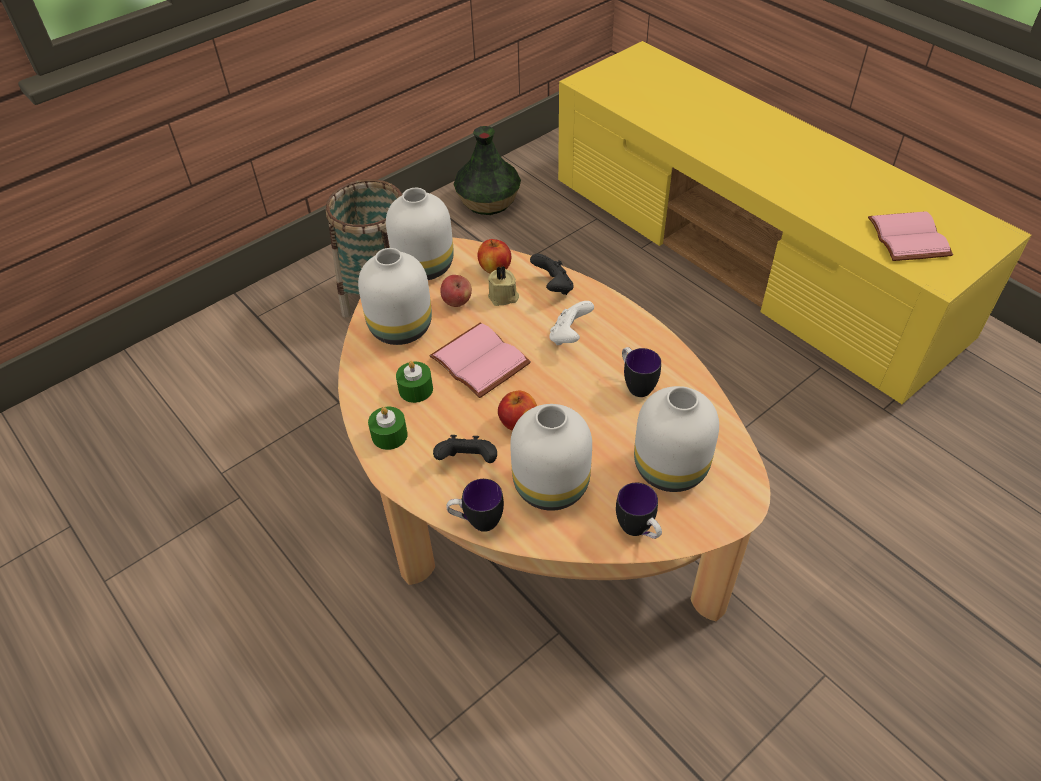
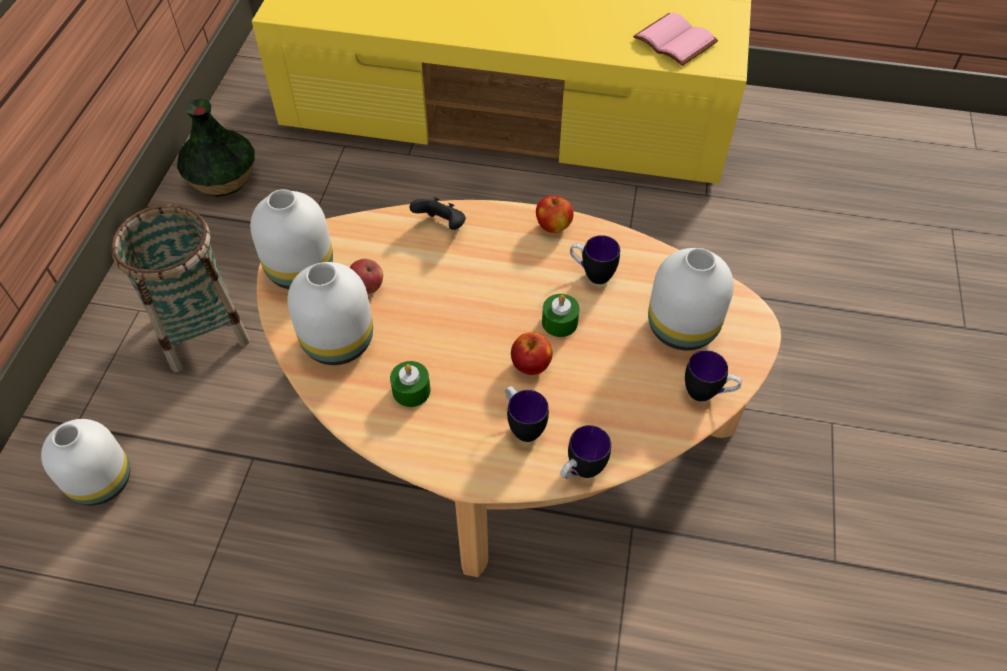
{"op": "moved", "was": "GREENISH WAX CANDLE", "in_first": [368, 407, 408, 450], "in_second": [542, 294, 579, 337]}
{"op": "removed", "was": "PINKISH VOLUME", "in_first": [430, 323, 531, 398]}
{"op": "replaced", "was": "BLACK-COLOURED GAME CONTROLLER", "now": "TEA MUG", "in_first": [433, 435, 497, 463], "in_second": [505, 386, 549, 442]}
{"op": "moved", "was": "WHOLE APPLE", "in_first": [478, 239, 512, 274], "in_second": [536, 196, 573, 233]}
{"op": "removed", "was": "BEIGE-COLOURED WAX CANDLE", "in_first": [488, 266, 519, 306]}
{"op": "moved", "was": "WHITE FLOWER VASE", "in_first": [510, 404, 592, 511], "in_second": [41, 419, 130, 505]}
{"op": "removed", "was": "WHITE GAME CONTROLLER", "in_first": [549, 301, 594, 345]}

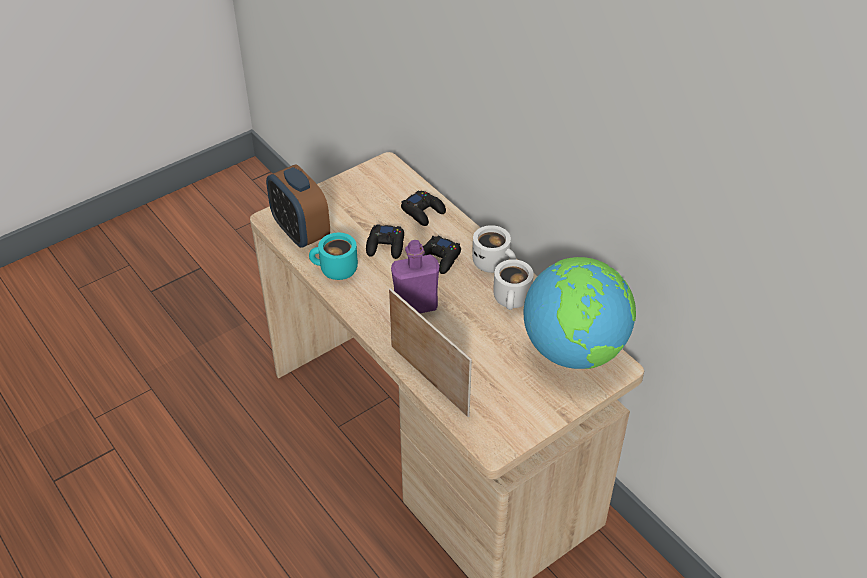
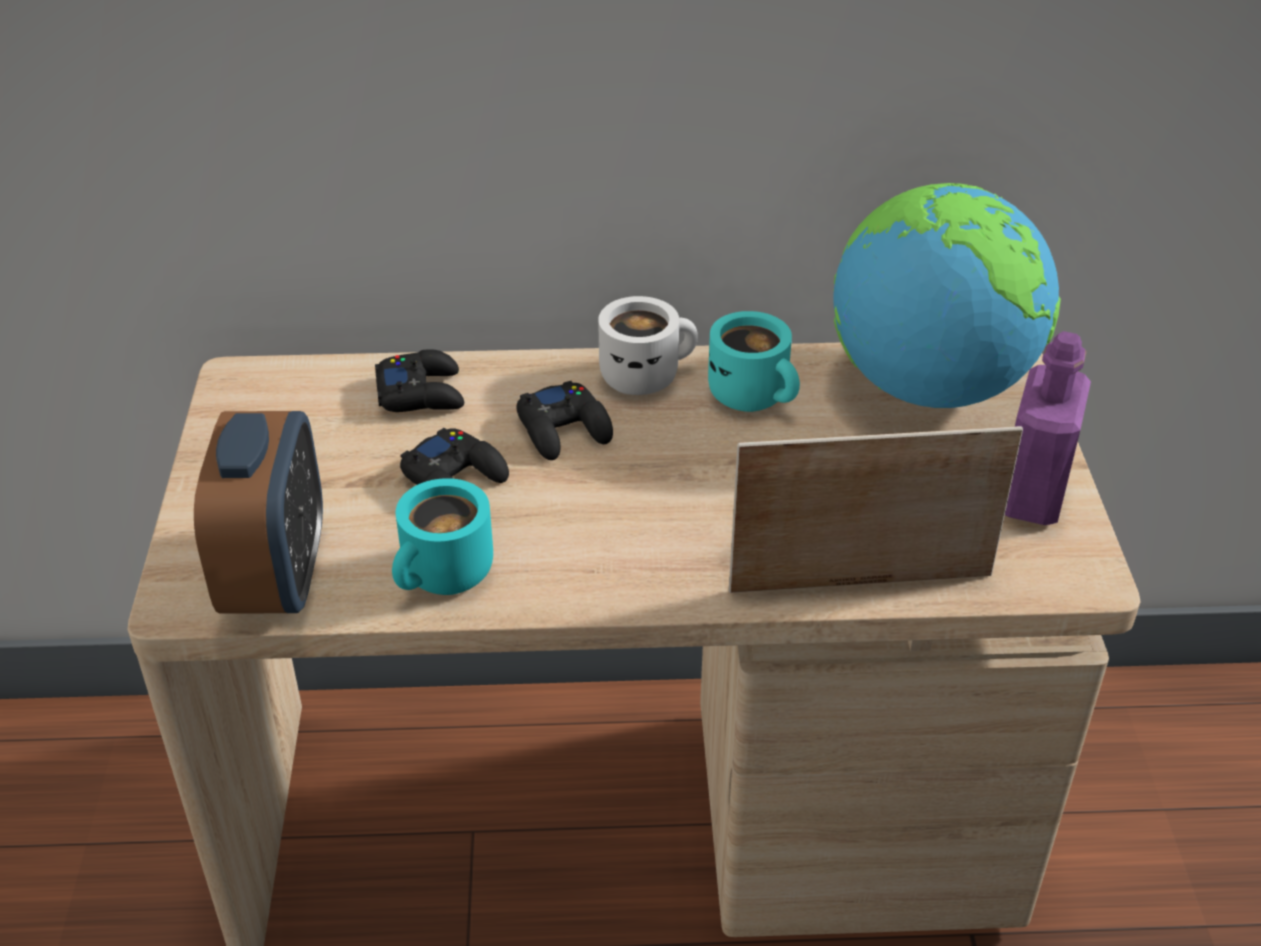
{"op": "turned", "was": "BEDSIDE CLOCK", "in_first": [266, 165, 330, 248], "in_second": [194, 411, 323, 613], "clockwise": -90}
{"op": "moved", "was": "PURPLE-COLOURED BOTTLE", "in_first": [391, 240, 439, 313], "in_second": [1005, 331, 1091, 525]}
{"op": "recoloured", "was": "WHITE TEA MUG", "now": "BLUE-GREEN TEA MUG", "in_first": [493, 259, 534, 310], "in_second": [708, 311, 800, 412]}

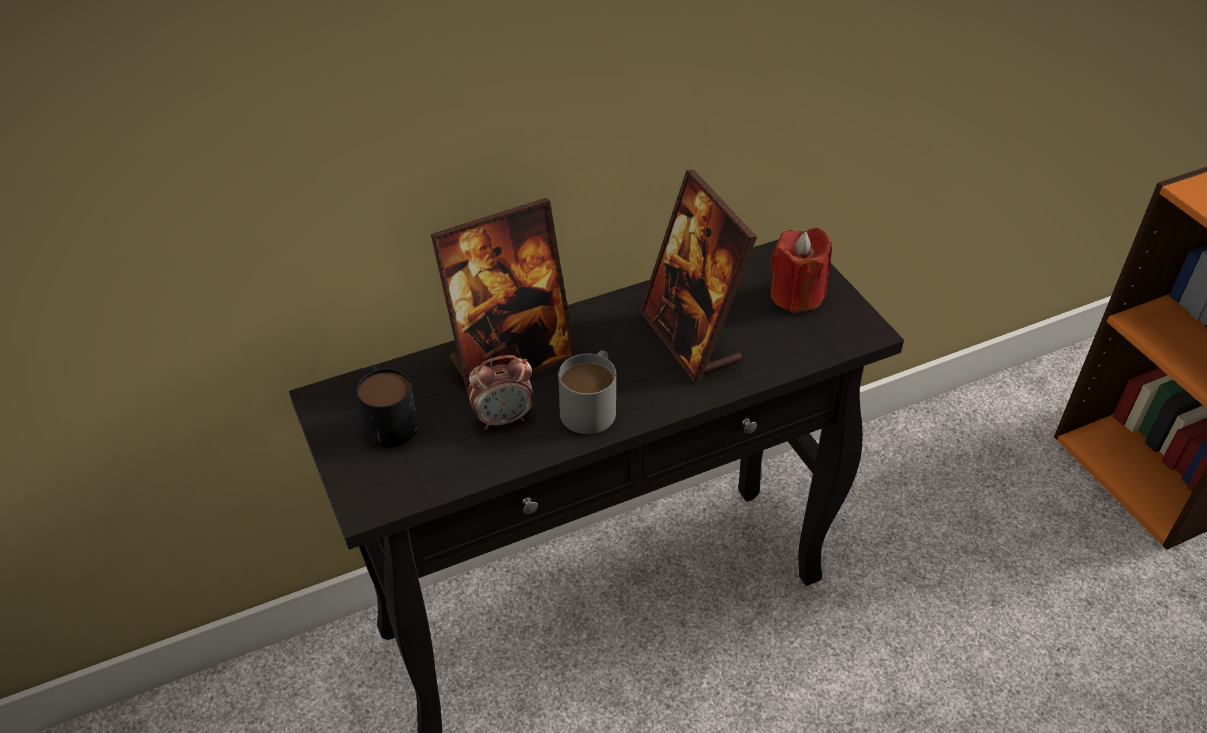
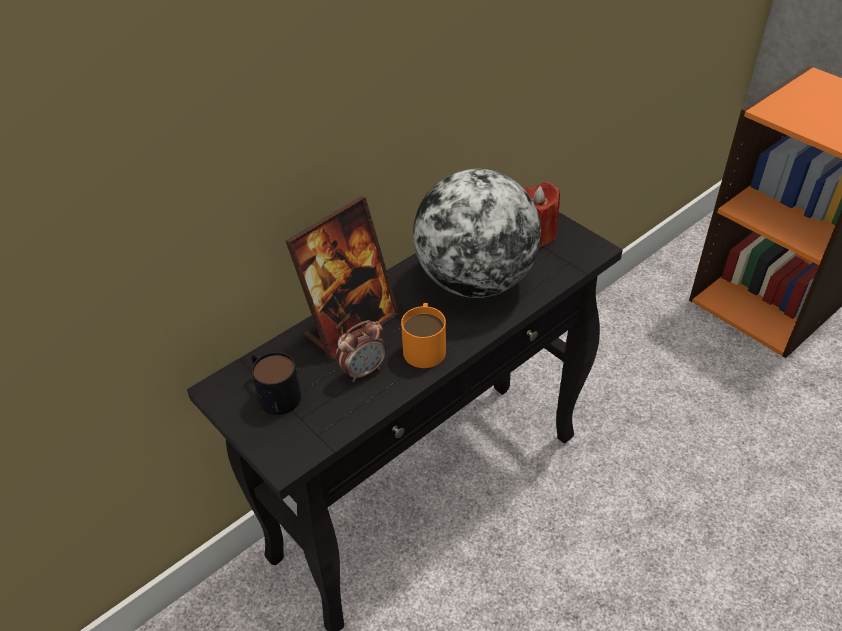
{"op": "recoloured", "was": "GRAY TEA MUG", "now": "ORANGE TEA MUG", "in_first": [558, 350, 616, 434], "in_second": [401, 303, 446, 368]}
{"op": "replaced", "was": "PHOTO FRAME", "now": "DESK GLOBE", "in_first": [639, 170, 757, 382], "in_second": [413, 169, 541, 298]}

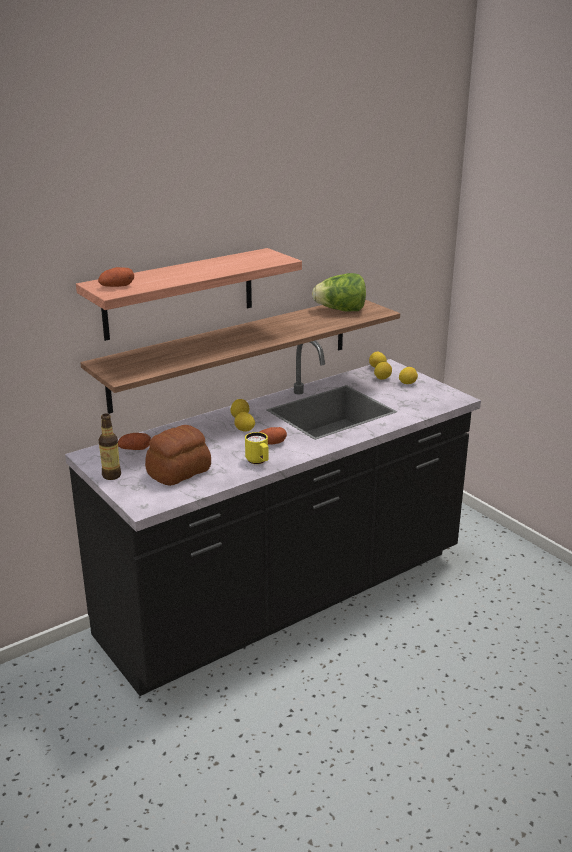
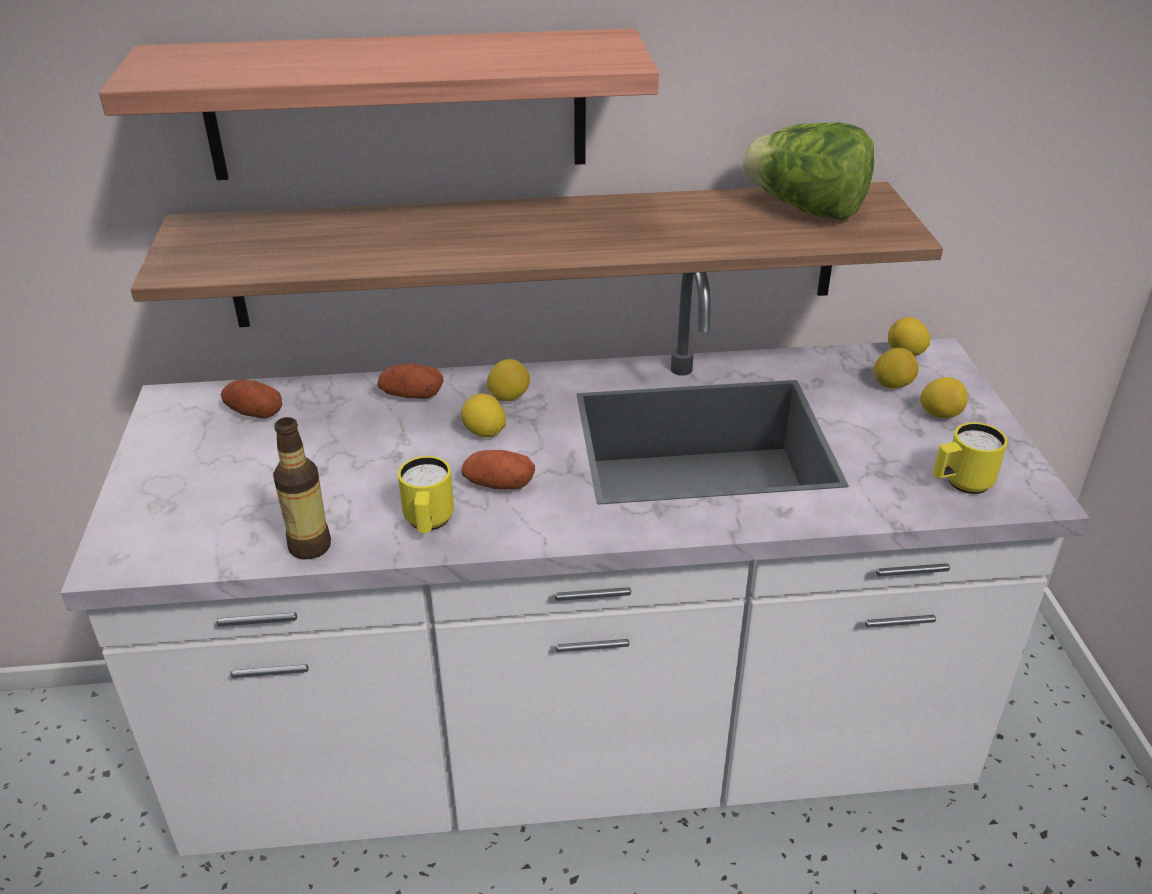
{"op": "recoloured", "was": "BLACK-COLOURED COUNTER", "now": "WHITE COUNTER", "in_first": [65, 340, 481, 696], "in_second": [61, 272, 1090, 856]}
{"op": "moved", "was": "WHOLE POTATO", "in_first": [98, 267, 134, 287], "in_second": [377, 364, 444, 399]}
{"op": "moved", "was": "BOTTLE", "in_first": [99, 413, 121, 480], "in_second": [273, 417, 331, 559]}
{"op": "removed", "was": "BAKED BREAD", "in_first": [145, 425, 211, 486]}
{"op": "added", "now": "YELLOW TEA MUG", "in_second": [933, 422, 1008, 494]}

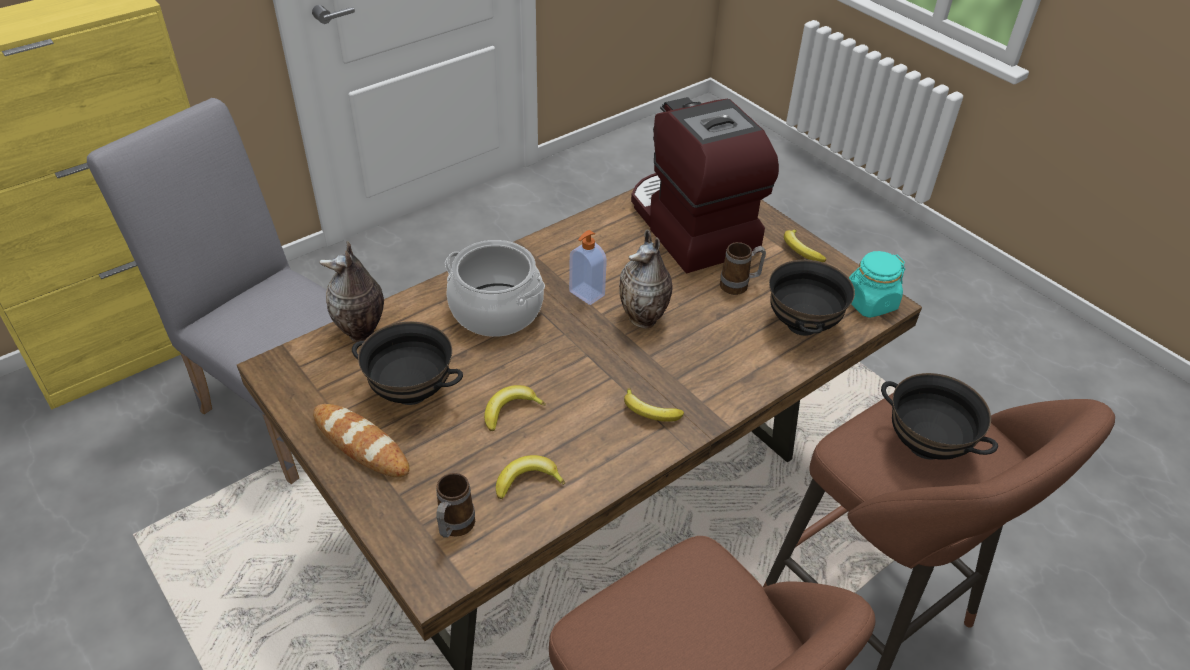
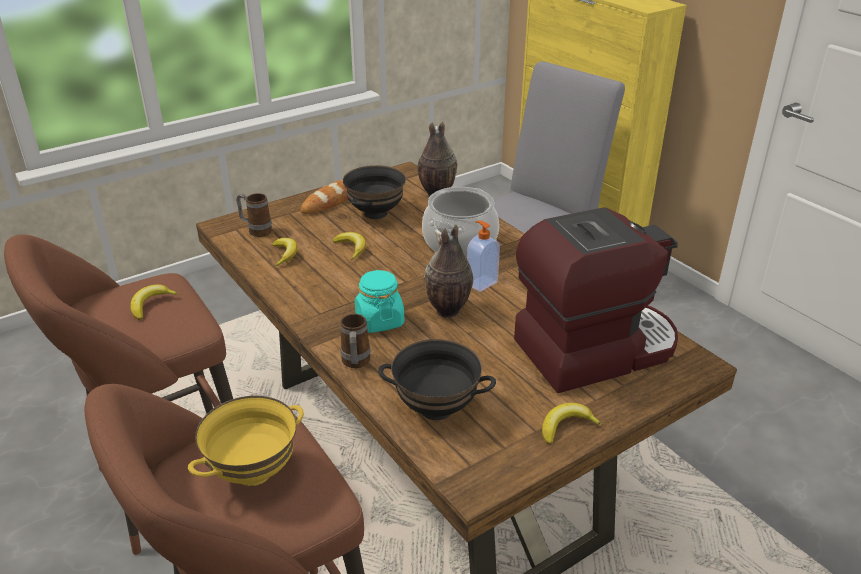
{"op": "moved", "was": "BANANA", "in_first": [624, 388, 684, 422], "in_second": [130, 284, 179, 320]}
{"op": "moved", "was": "TEA MUG", "in_first": [720, 242, 766, 295], "in_second": [340, 314, 371, 368]}
{"op": "moved", "was": "BLUE-GREEN STORAGE JAR", "in_first": [849, 251, 905, 318], "in_second": [355, 270, 405, 333]}
{"op": "recoloured", "was": "BLACK-COLOURED BOWL", "now": "YELLOW BOWL", "in_first": [881, 373, 998, 460], "in_second": [188, 396, 304, 486]}

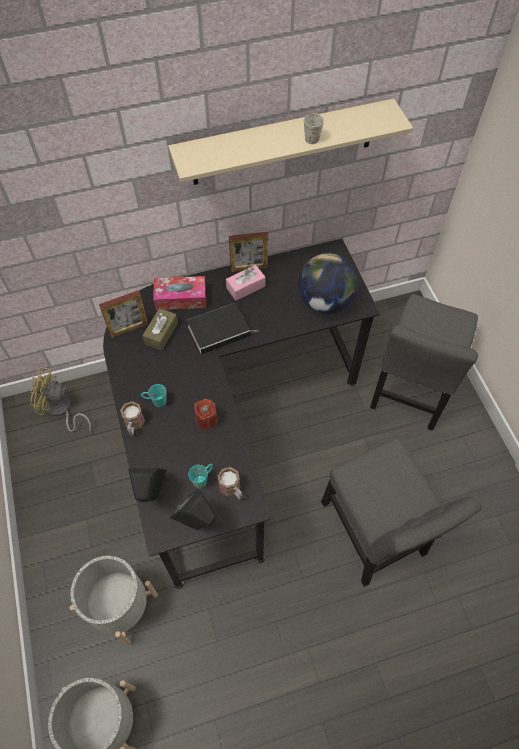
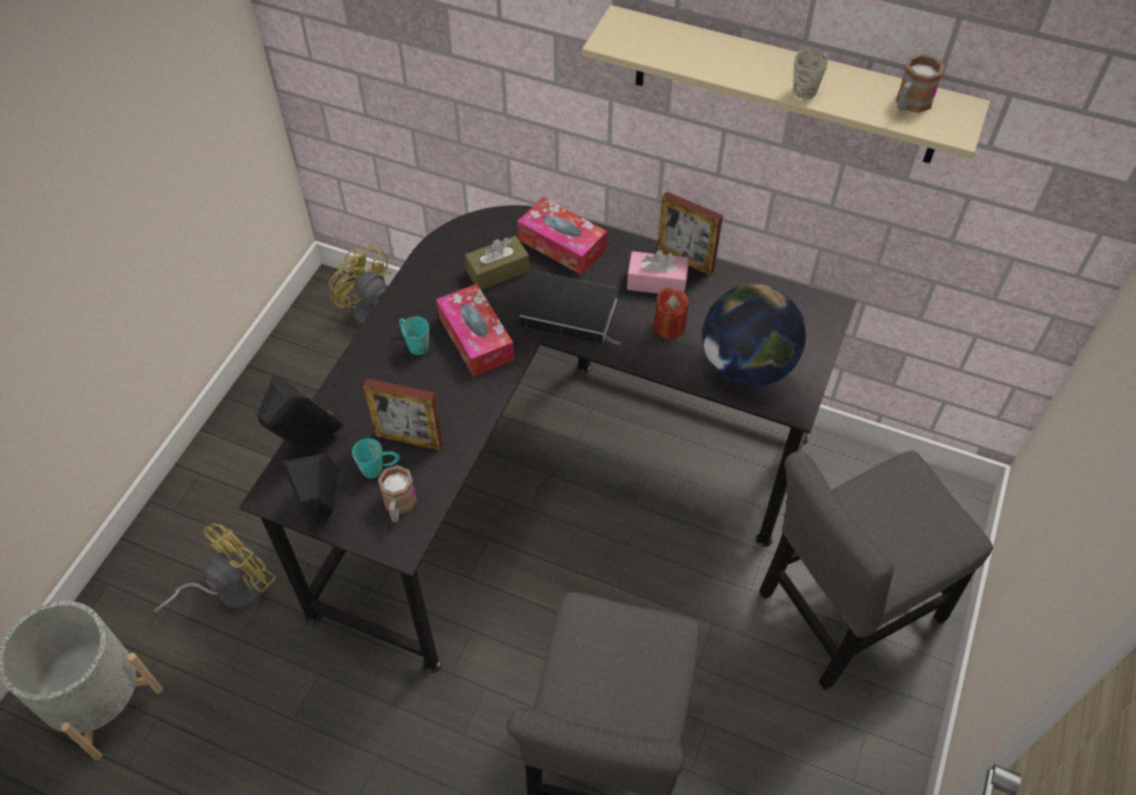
{"op": "replaced", "was": "GRAY FLOWER POT", "now": "YELLOW ELECTRIC FAN", "in_first": [70, 556, 158, 645], "in_second": [154, 524, 276, 613]}
{"op": "moved", "was": "PHOTO FRAME", "in_first": [99, 290, 148, 338], "in_second": [363, 378, 443, 451]}
{"op": "moved", "was": "TEA MUG", "in_first": [120, 401, 145, 435], "in_second": [896, 54, 945, 113]}
{"op": "moved", "was": "REDDISH WAX CANDLE", "in_first": [194, 399, 218, 430], "in_second": [654, 288, 689, 339]}
{"op": "added", "now": "TISSUE BOX", "in_second": [436, 284, 514, 377]}

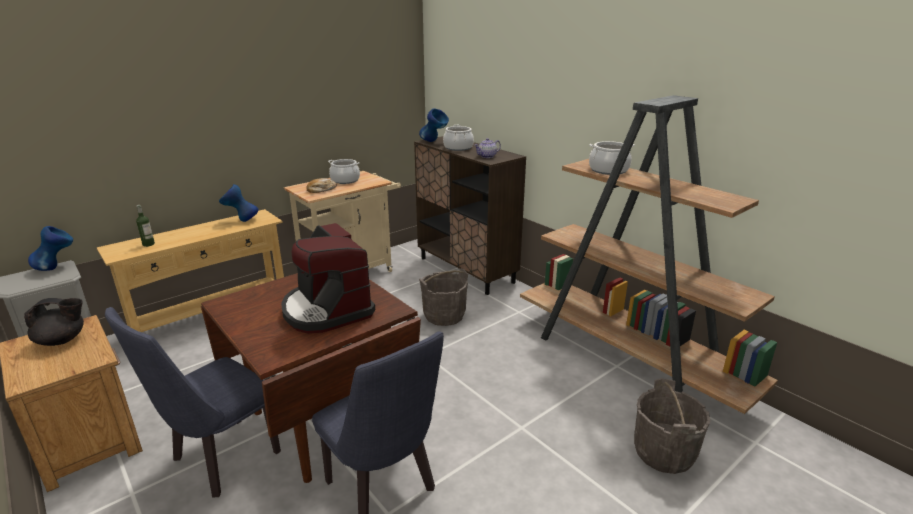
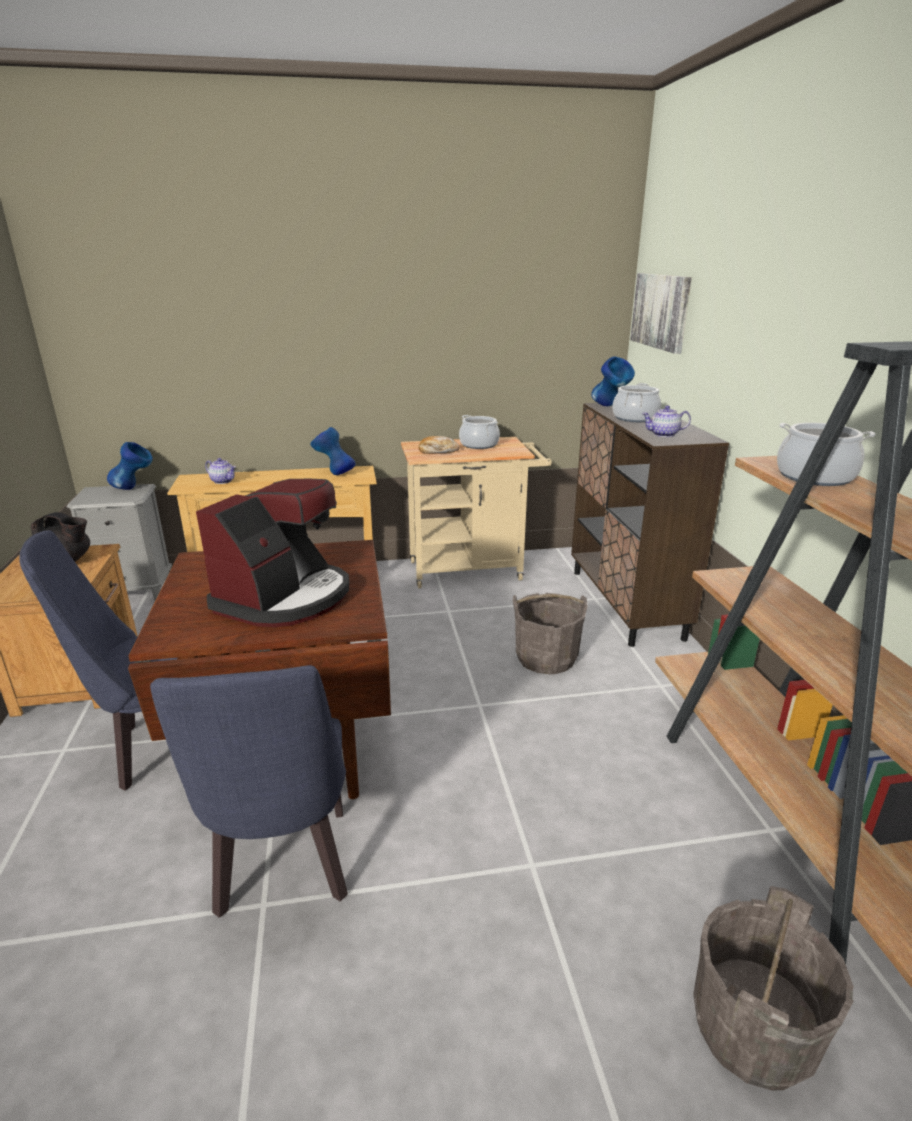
{"op": "replaced", "was": "BOTTLE", "now": "POT FOR TEA", "in_first": [136, 205, 155, 247], "in_second": [205, 458, 236, 484]}
{"op": "turned", "was": "COFFEE MAKER", "in_first": [281, 223, 375, 334], "in_second": [196, 479, 349, 627], "clockwise": -150}
{"op": "added", "now": "WALL ART", "in_second": [630, 273, 692, 354]}

